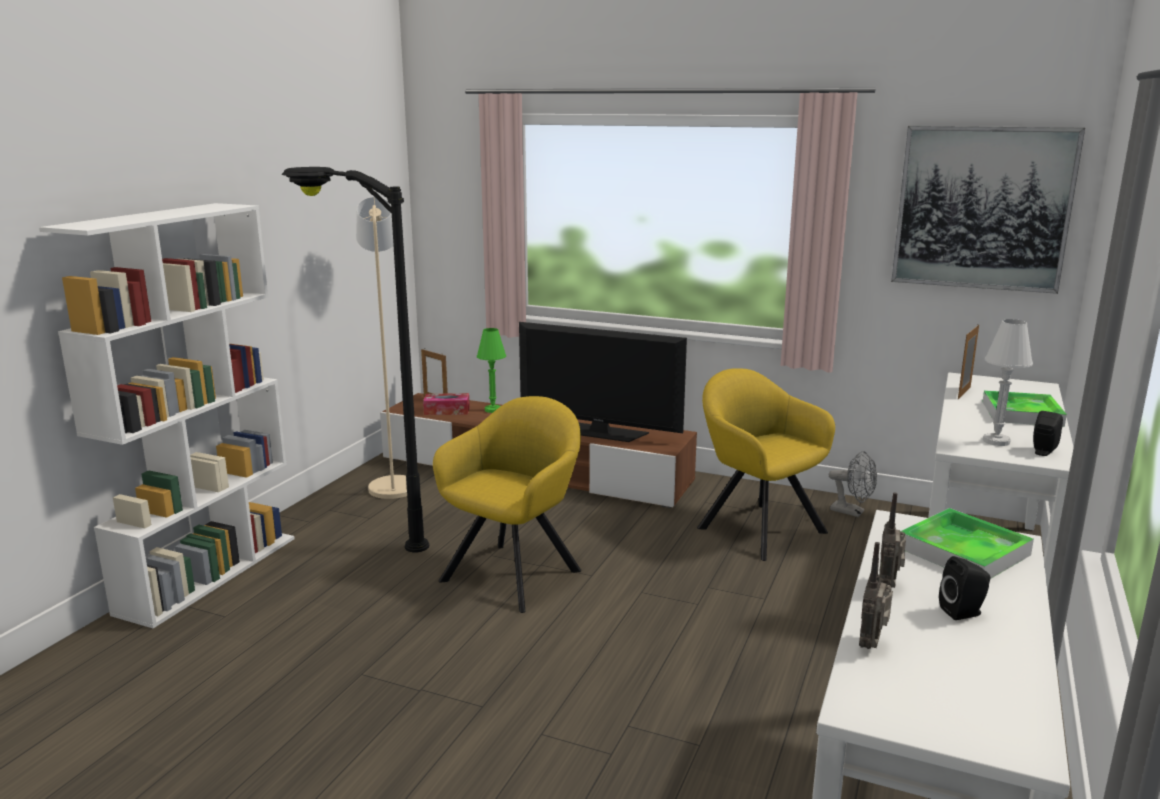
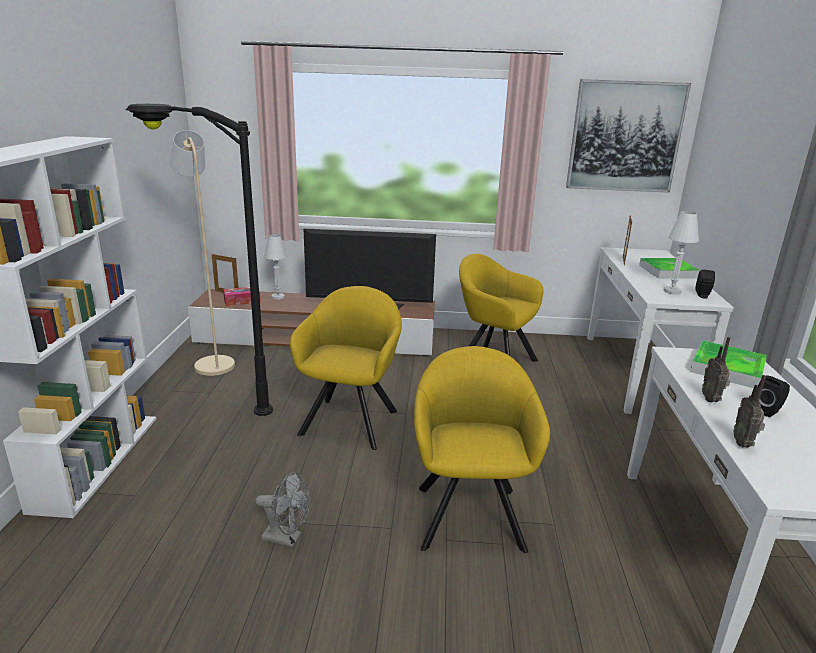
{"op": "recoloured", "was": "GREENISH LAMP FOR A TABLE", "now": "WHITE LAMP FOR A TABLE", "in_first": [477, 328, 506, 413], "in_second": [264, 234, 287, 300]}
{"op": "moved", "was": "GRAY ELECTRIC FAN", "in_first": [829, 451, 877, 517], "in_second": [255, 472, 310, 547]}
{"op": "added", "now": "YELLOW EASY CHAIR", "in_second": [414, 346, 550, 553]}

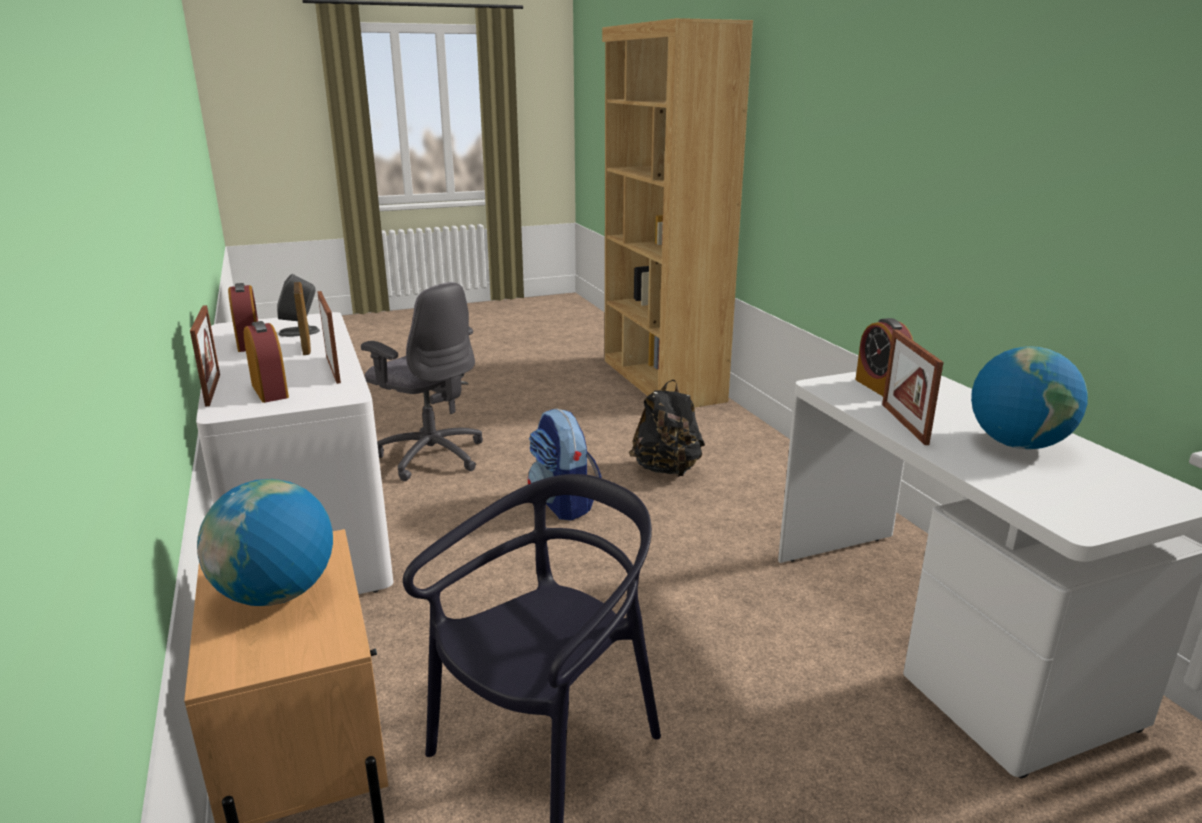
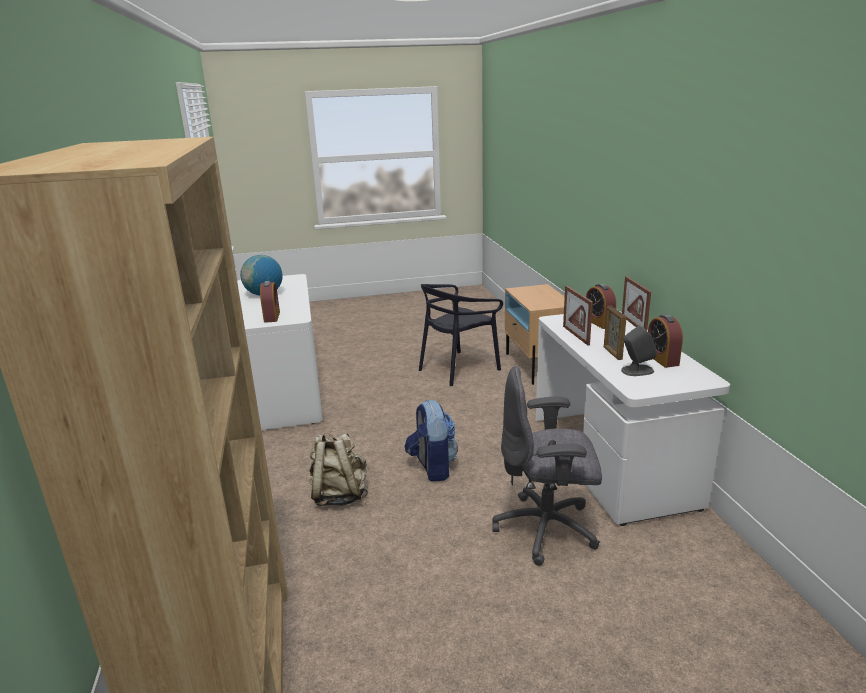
{"op": "removed", "was": "DESK GLOBE", "in_first": [197, 479, 333, 606]}
{"op": "turned", "was": "GRAY DESK CHAIR", "in_first": [361, 282, 483, 481], "in_second": [492, 366, 602, 566], "clockwise": -45}
{"op": "recoloured", "was": "BLACK-COLOURED RUCKSACK", "now": "BEIGE-COLOURED RUCKSACK", "in_first": [629, 380, 705, 477], "in_second": [309, 433, 368, 506]}
{"op": "removed", "was": "PHOTO FRAME", "in_first": [882, 329, 944, 445]}

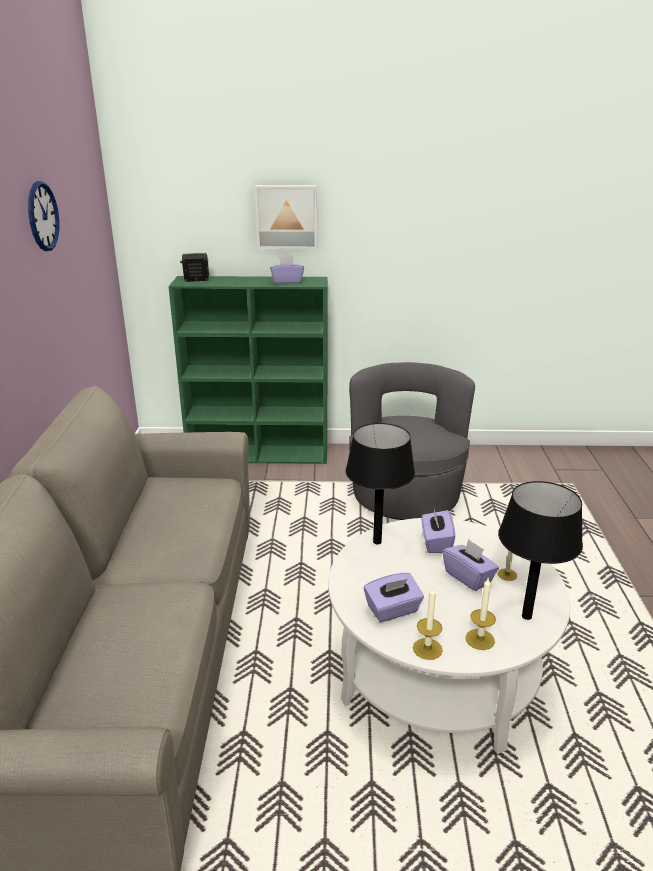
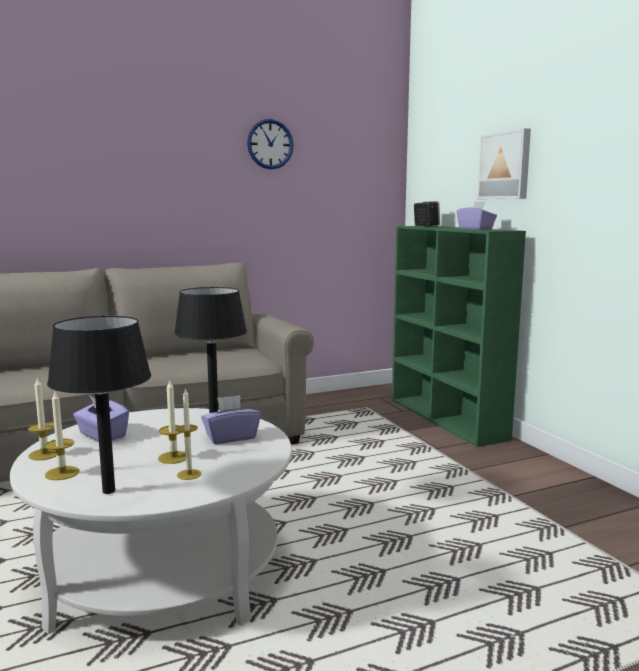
{"op": "removed", "was": "GRAY EASY CHAIR", "in_first": [349, 362, 475, 520]}
{"op": "replaced", "was": "PURPLE-COLOURED TISSUE BOX", "now": "WAX CANDLE", "in_first": [443, 539, 499, 591], "in_second": [158, 379, 185, 464]}

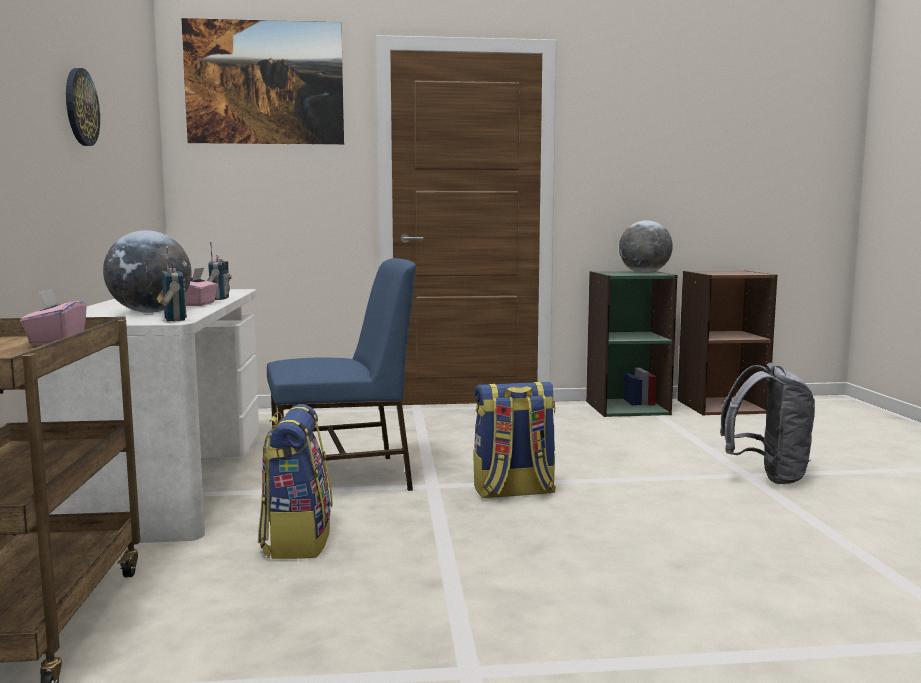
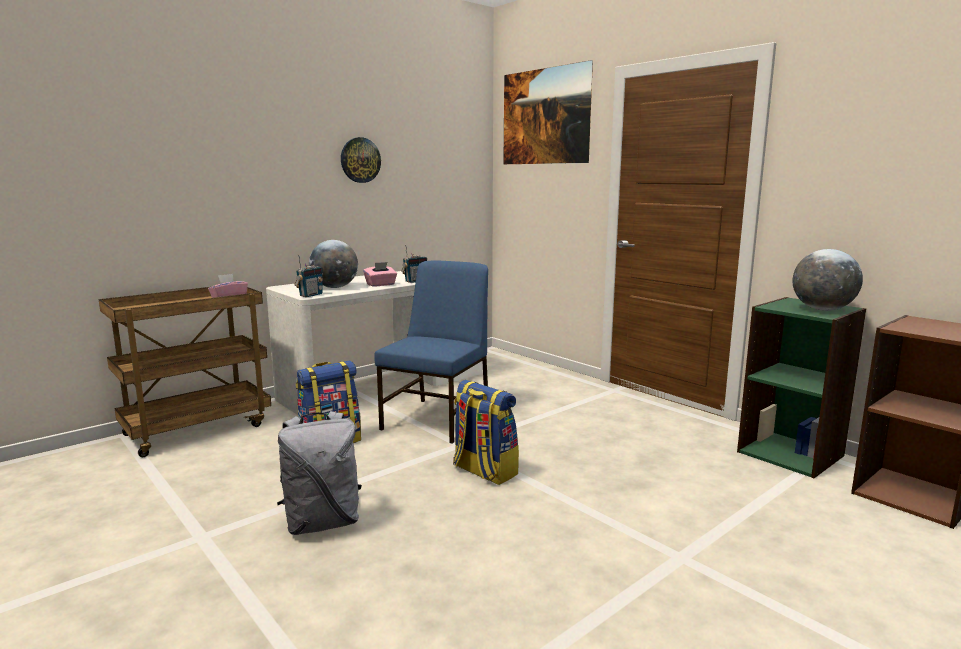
{"op": "turned", "was": "BLUISH PLAIN CHAIR", "in_first": [267, 258, 416, 491], "in_second": [374, 261, 488, 444], "clockwise": -105}
{"op": "moved", "was": "GRAY RUCKSACK", "in_first": [720, 362, 815, 484], "in_second": [277, 411, 362, 535]}

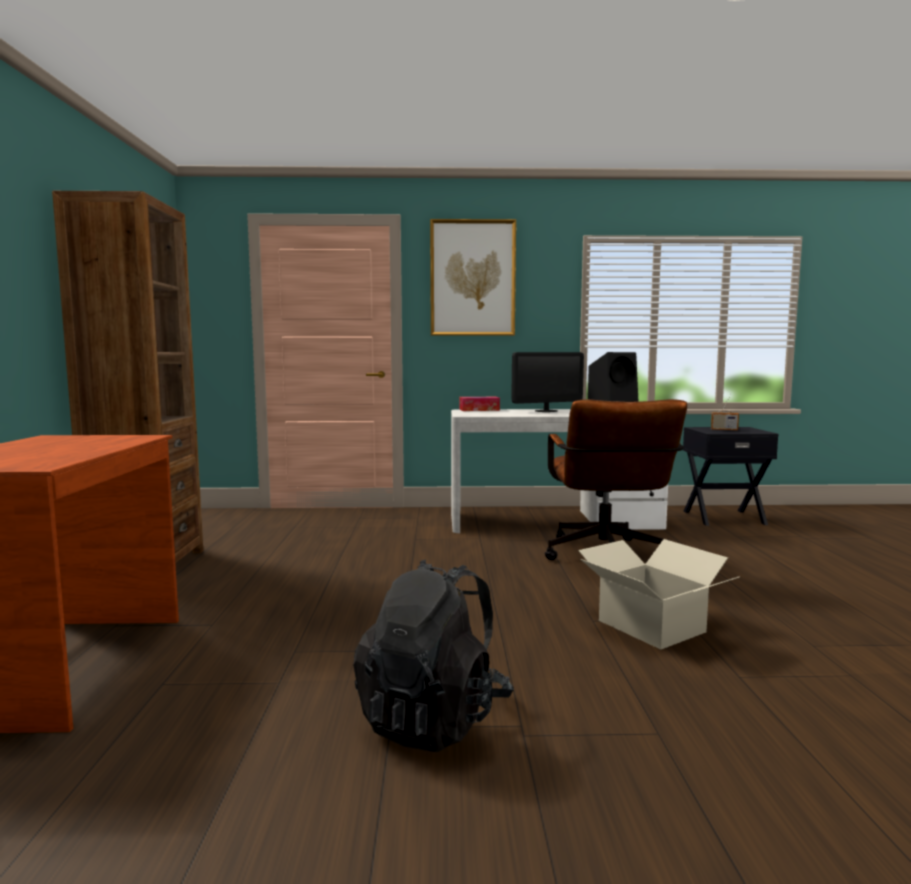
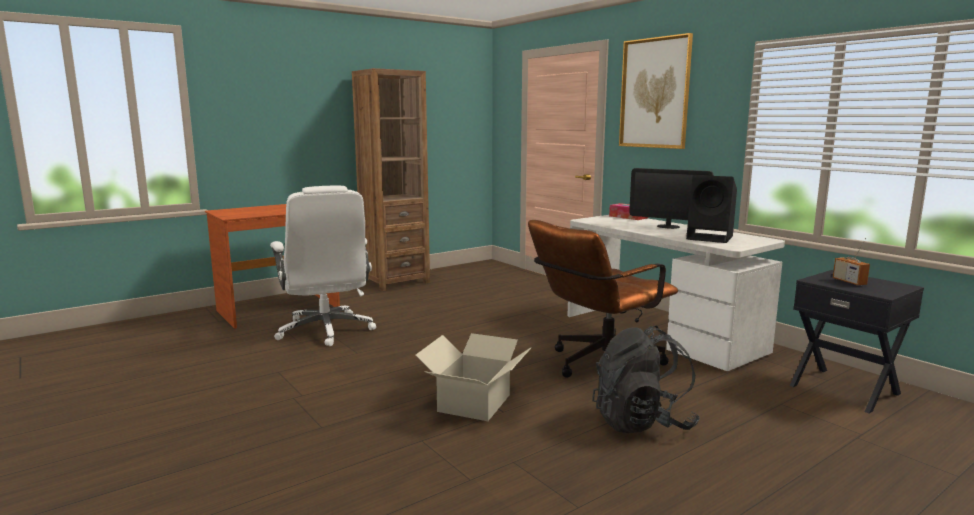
{"op": "moved", "was": "BLACK-COLOURED RUCKSACK", "in_first": [353, 559, 514, 752], "in_second": [592, 326, 700, 433]}
{"op": "added", "now": "WHITE DESK CHAIR", "in_second": [270, 186, 376, 346]}

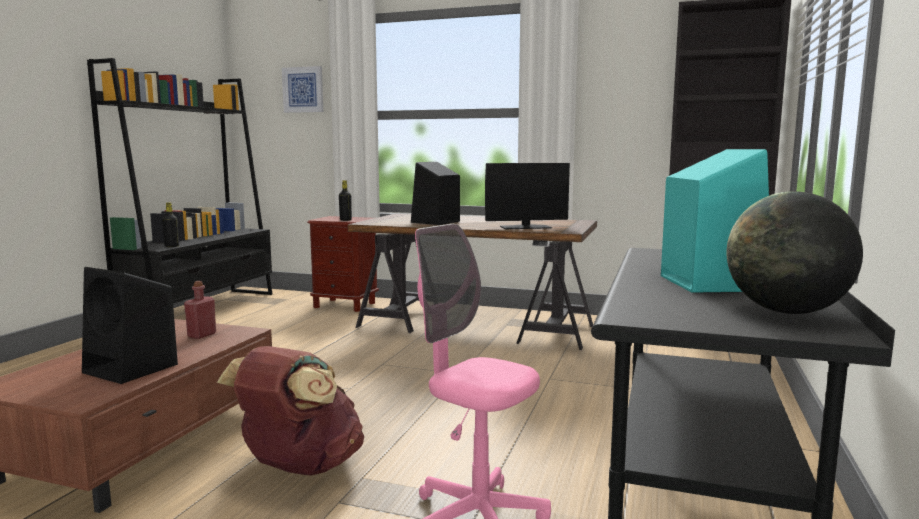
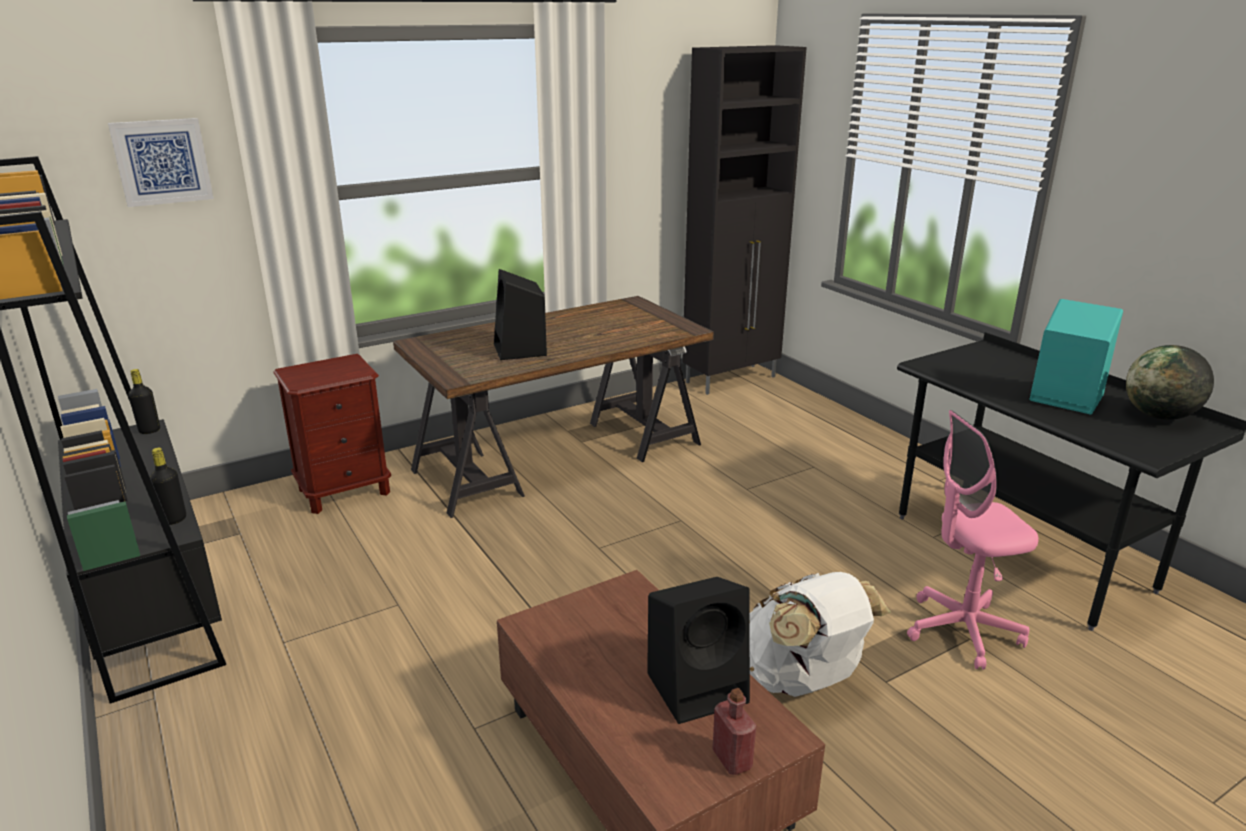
{"op": "moved", "was": "REDDISH BOTTLE", "in_first": [184, 281, 216, 339], "in_second": [712, 688, 756, 775]}
{"op": "recoloured", "was": "BROWN RUCKSACK", "now": "WHITE RUCKSACK", "in_first": [217, 346, 364, 476], "in_second": [750, 572, 891, 697]}
{"op": "moved", "was": "BLACK-COLOURED BOTTLE", "in_first": [339, 180, 352, 221], "in_second": [128, 369, 160, 434]}
{"op": "removed", "was": "COMPUTER DISPLAY", "in_first": [485, 163, 570, 229]}

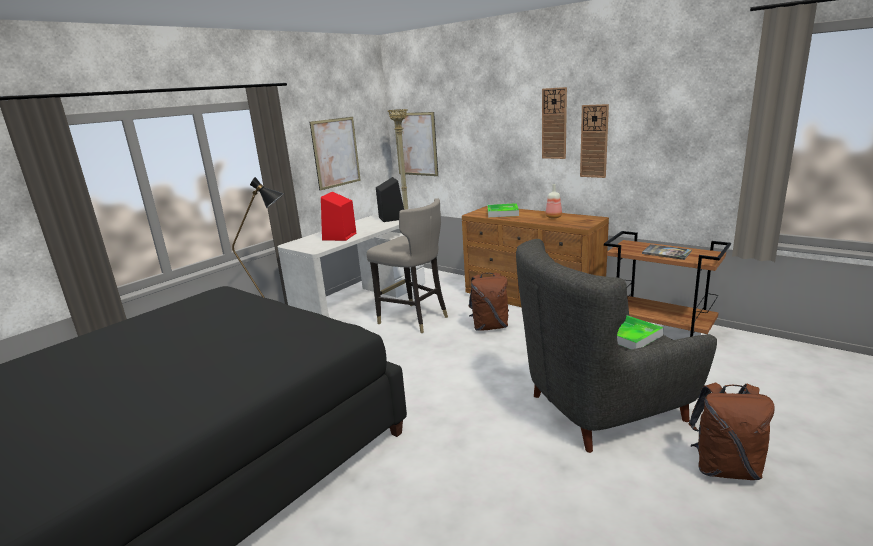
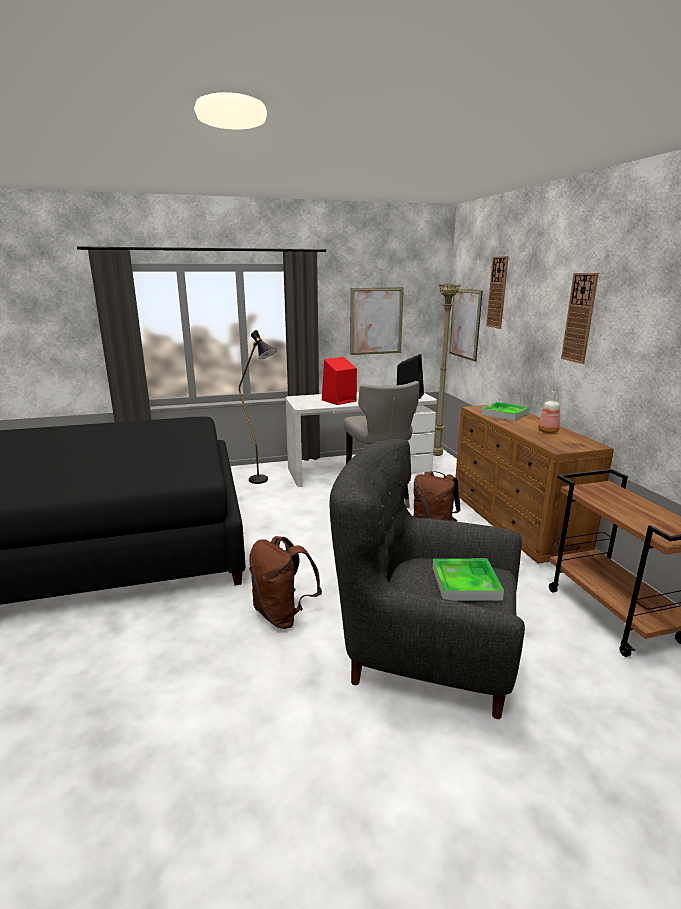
{"op": "moved", "was": "HANGING CLOCK", "in_first": [580, 104, 609, 178], "in_second": [486, 256, 509, 329]}
{"op": "removed", "was": "VOLUME", "in_first": [642, 244, 692, 260]}
{"op": "moved", "was": "BROWN RUCKSACK", "in_first": [688, 383, 775, 480], "in_second": [249, 536, 322, 629]}

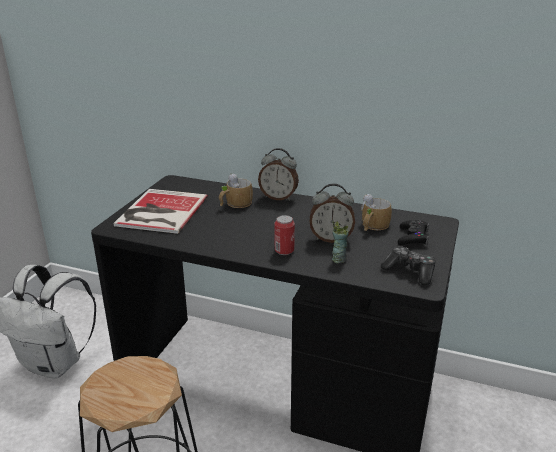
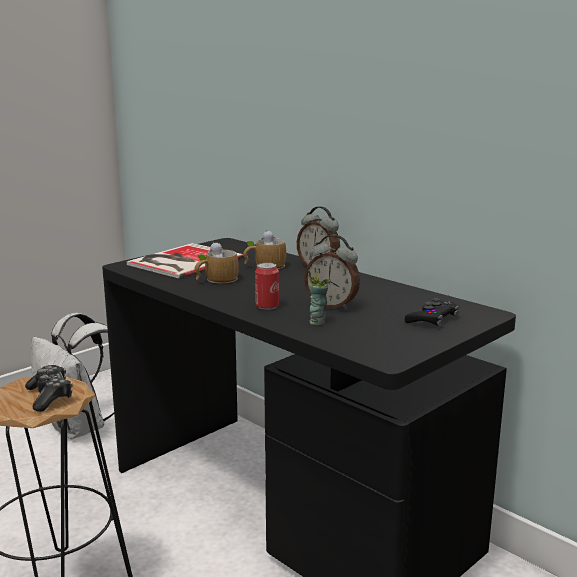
{"op": "moved", "was": "TEA MUG", "in_first": [361, 194, 392, 231], "in_second": [195, 242, 239, 283]}
{"op": "moved", "was": "GAME CONTROLLER", "in_first": [381, 246, 435, 285], "in_second": [25, 365, 73, 412]}

